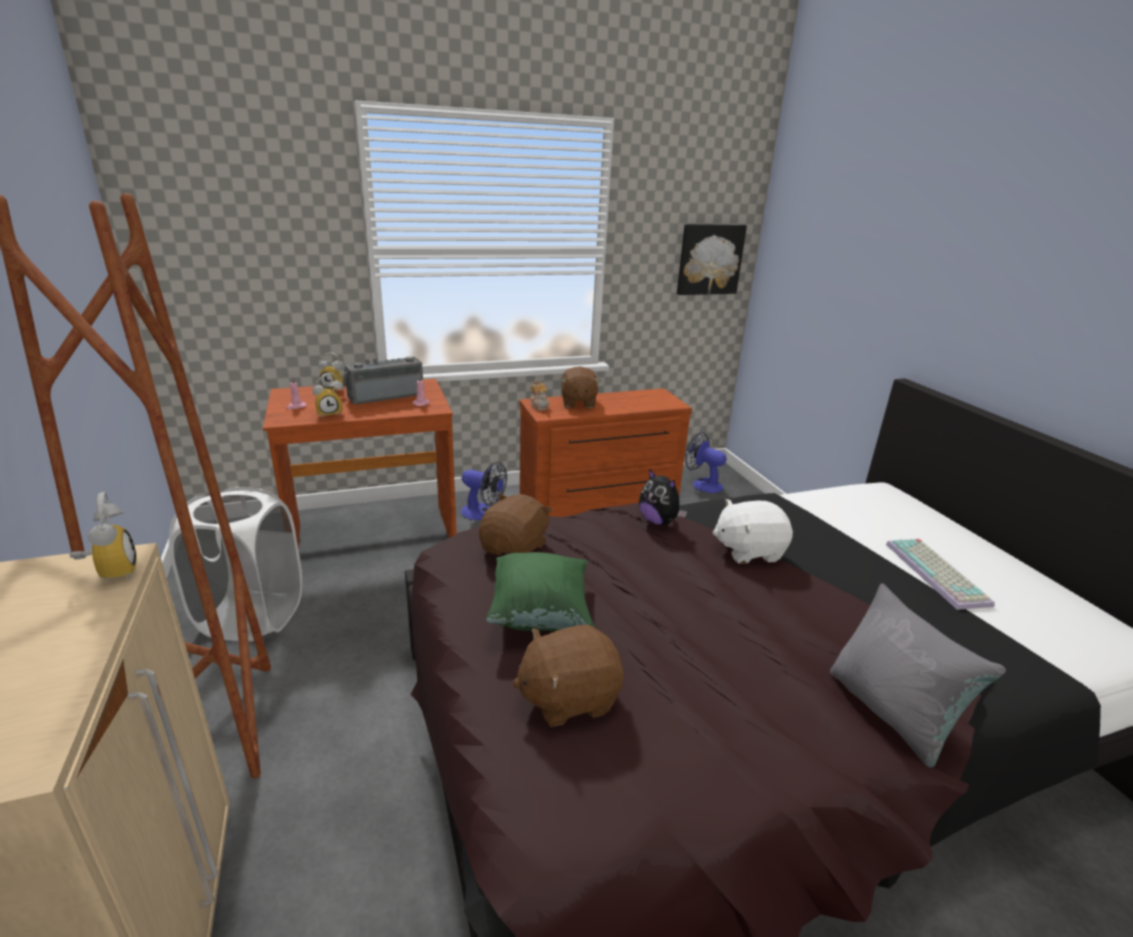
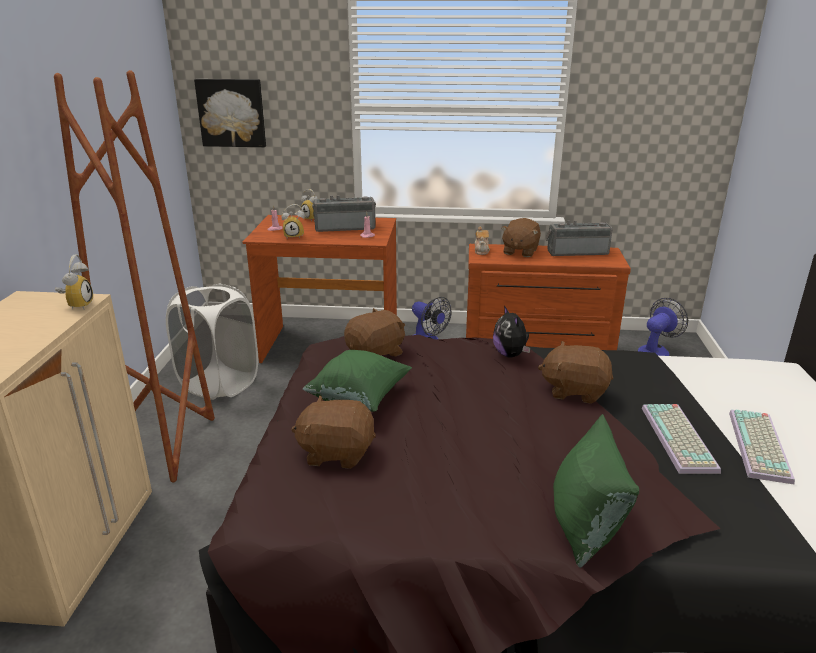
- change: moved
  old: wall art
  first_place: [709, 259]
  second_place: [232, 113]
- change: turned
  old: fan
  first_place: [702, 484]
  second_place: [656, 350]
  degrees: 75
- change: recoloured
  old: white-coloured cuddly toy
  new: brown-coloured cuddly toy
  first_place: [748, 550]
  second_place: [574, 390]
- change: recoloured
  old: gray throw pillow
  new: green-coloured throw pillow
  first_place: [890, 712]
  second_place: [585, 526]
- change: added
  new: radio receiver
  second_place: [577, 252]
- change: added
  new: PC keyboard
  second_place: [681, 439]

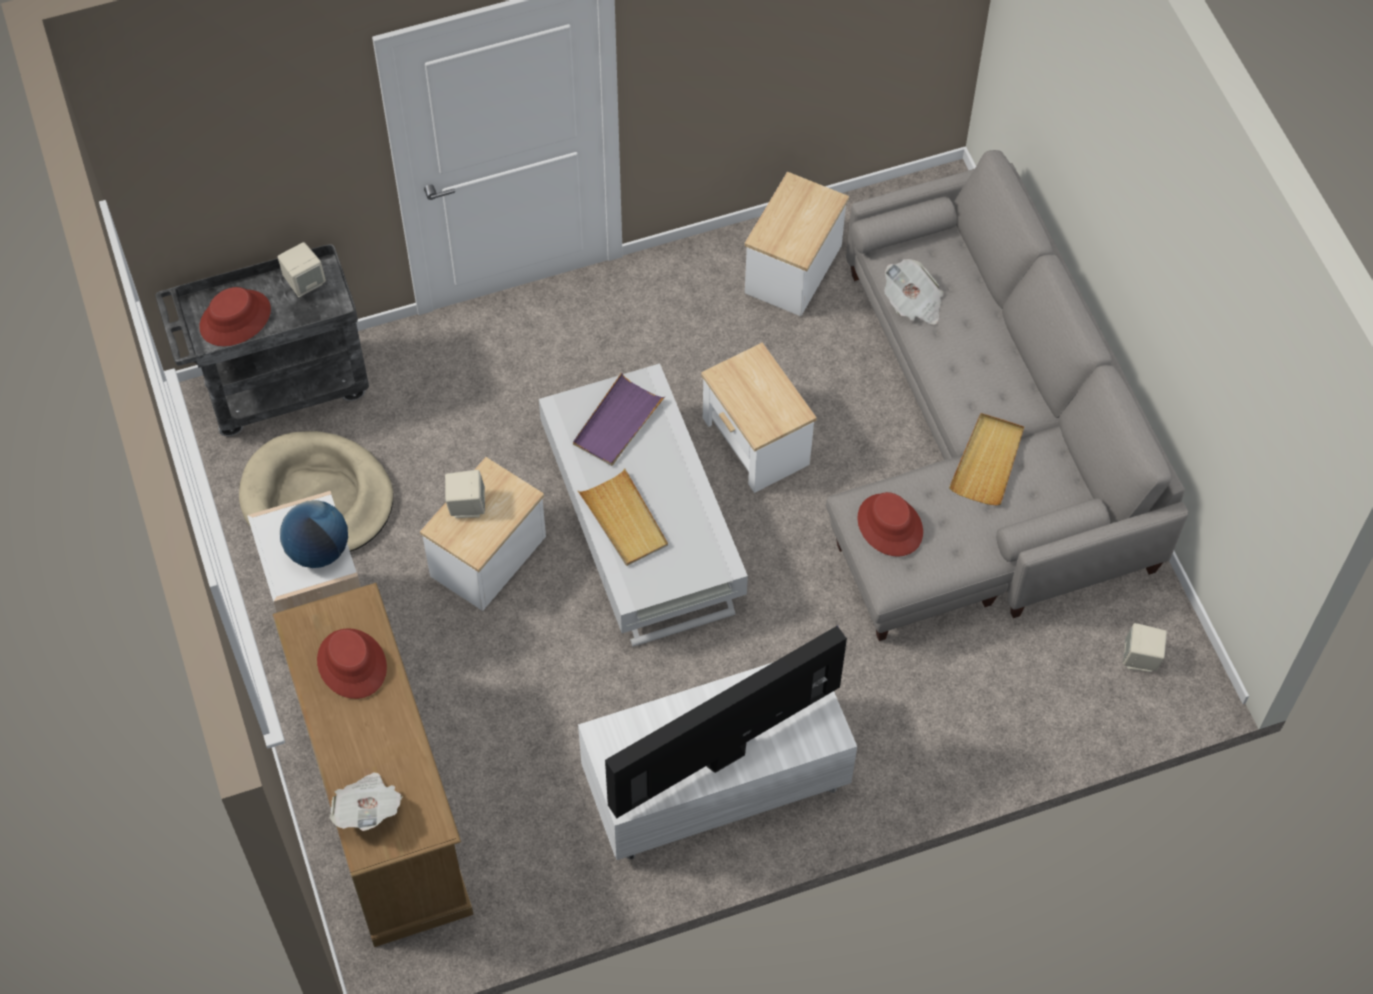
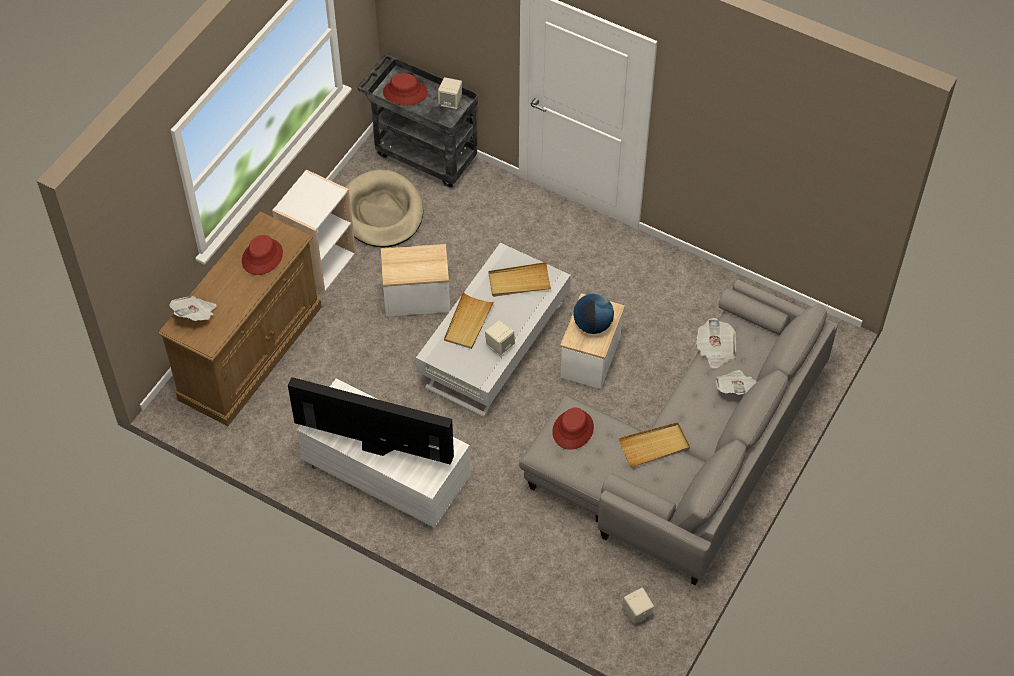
- change: removed
  old: side table
  first_place: [792, 269]
- change: recoloured
  old: purple-coloured carrying tray
  new: beige-coloured carrying tray
  first_place: [617, 423]
  second_place: [519, 282]
- change: moved
  old: beige-coloured loudspeaker
  first_place: [466, 505]
  second_place: [499, 346]
- change: moved
  old: globe
  first_place: [318, 550]
  second_place: [592, 325]
- change: added
  new: printed paper
  second_place: [734, 388]

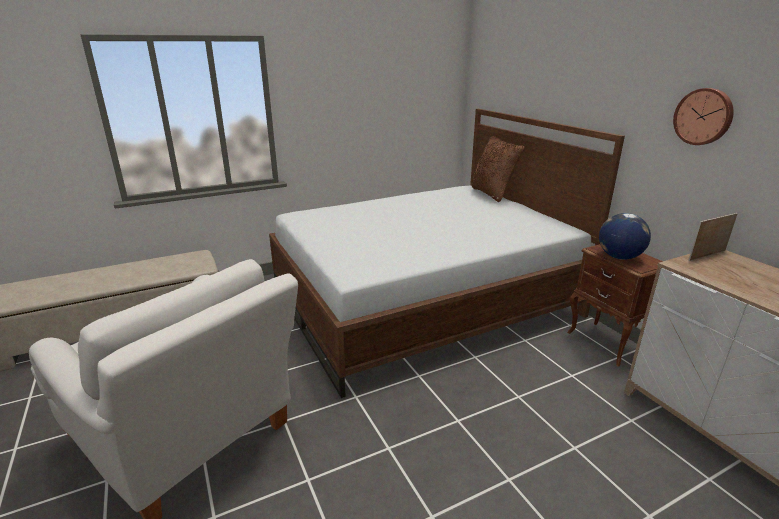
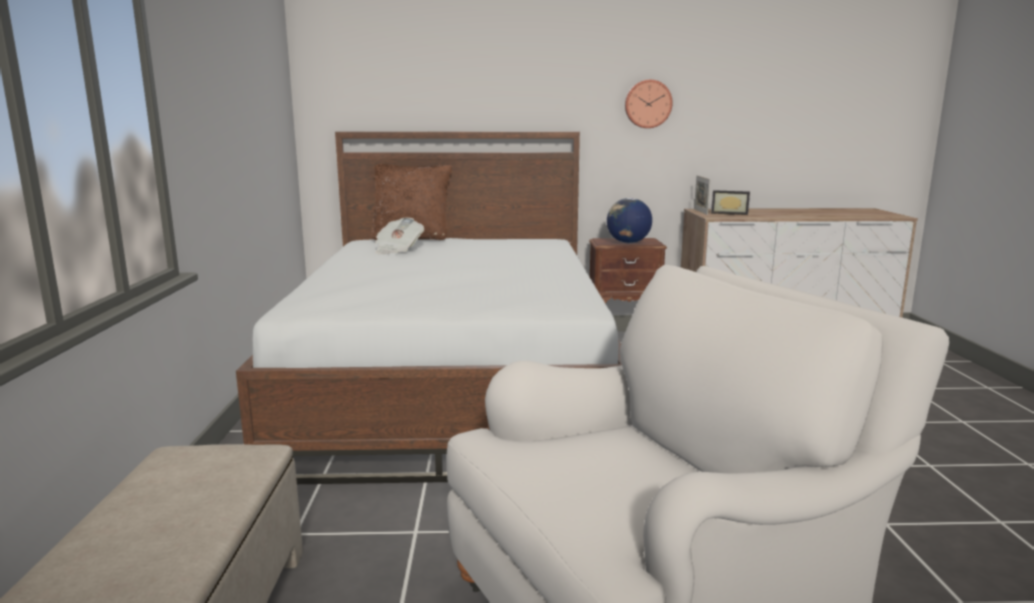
- change: added
  new: photo frame
  second_place: [729, 213]
- change: added
  new: printed paper
  second_place: [397, 250]

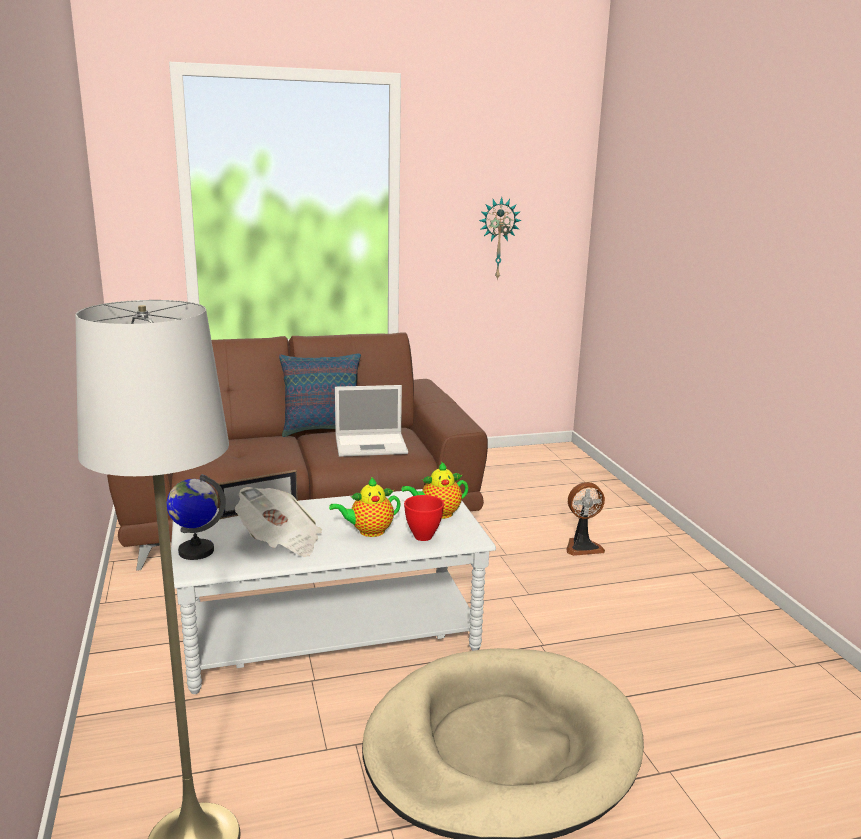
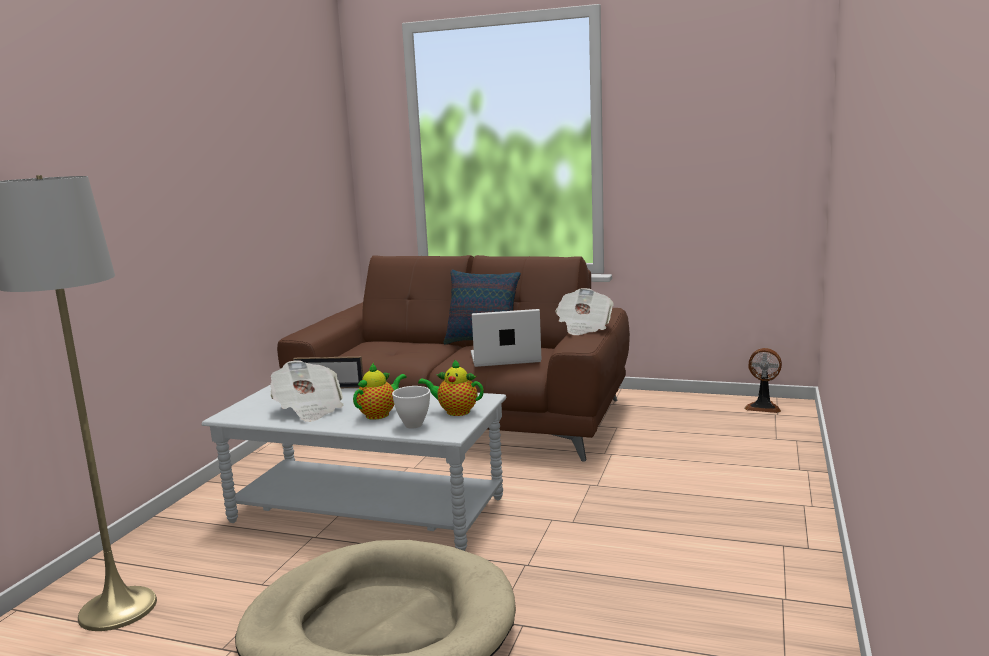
- change: removed
  old: hanging clock
  first_place: [498, 238]
- change: turned
  old: notebook computer
  first_place: [372, 445]
  second_place: [503, 358]
  degrees: 150
- change: removed
  old: globe
  first_place: [196, 551]
- change: turned
  old: tea pot
  first_place: [369, 531]
  second_place: [379, 414]
  degrees: 120
- change: moved
  old: fan
  first_place: [582, 547]
  second_place: [763, 407]
- change: recoloured
  old: red-coloured bowl
  new: white-coloured bowl
  first_place: [422, 537]
  second_place: [412, 425]
- change: added
  new: printed paper
  second_place: [584, 328]

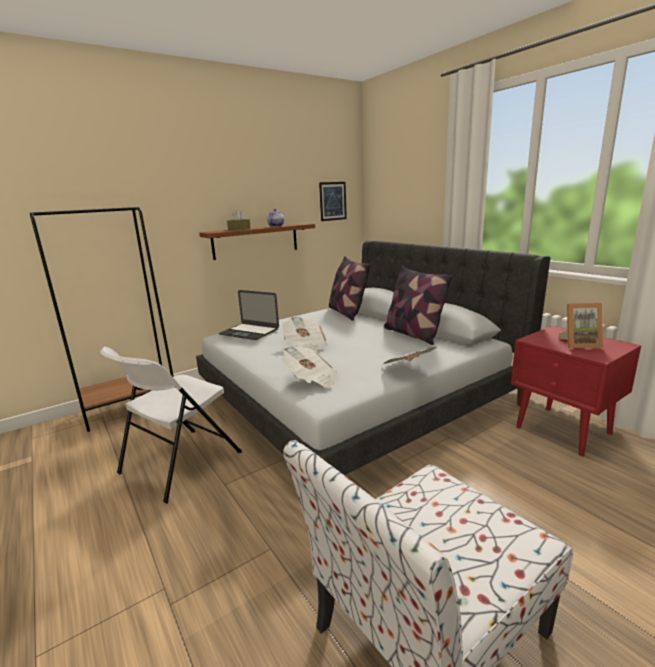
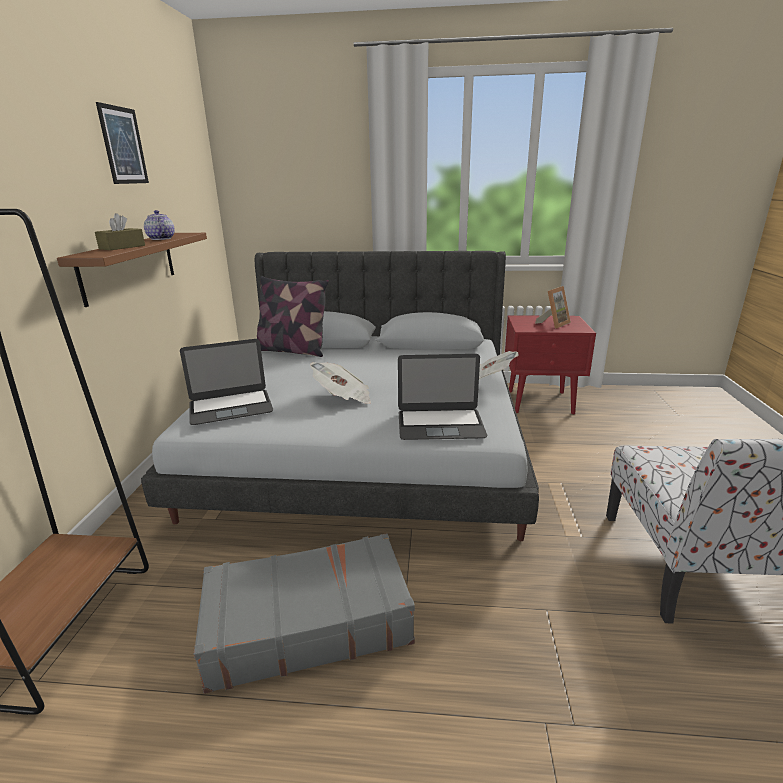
- change: moved
  old: wall art
  first_place: [333, 201]
  second_place: [123, 145]
- change: removed
  old: throw pillow
  first_place: [413, 334]
- change: replaced
  old: printed paper
  new: notebook computer
  first_place: [311, 380]
  second_place: [440, 424]
- change: replaced
  old: white-coloured plain chair
  new: gray travel case
  first_place: [181, 462]
  second_place: [307, 622]

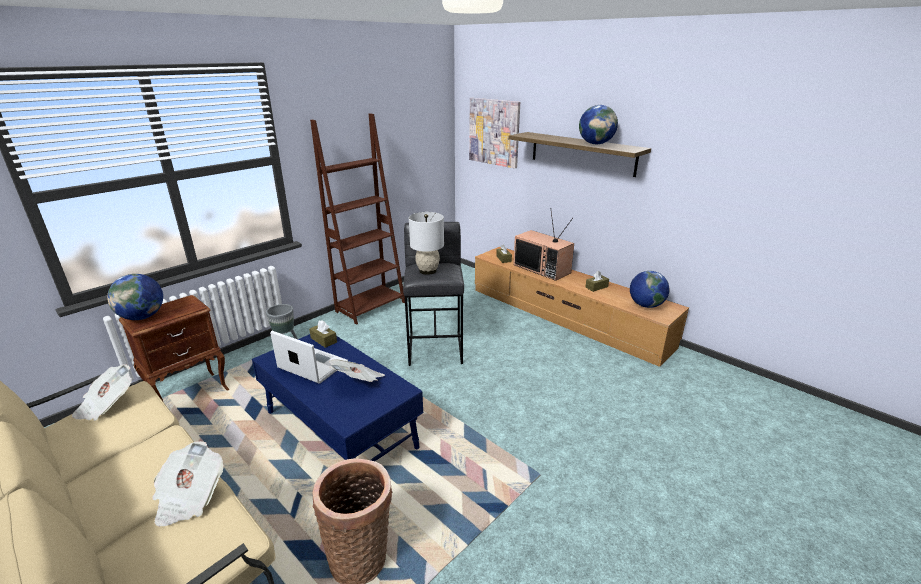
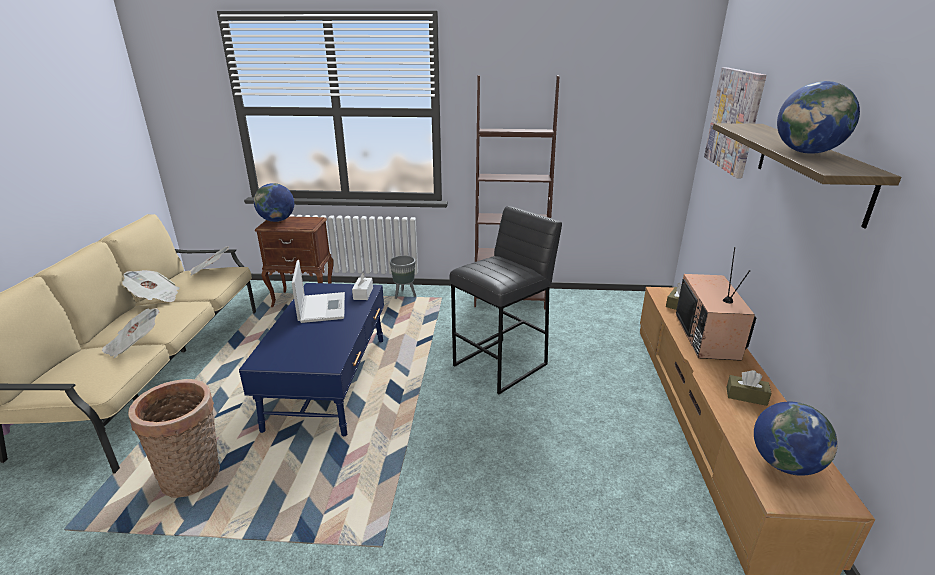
- change: removed
  old: white-coloured table lamp
  first_place: [427, 271]
- change: recoloured
  old: brown-coloured tissue box
  new: white-coloured tissue box
  first_place: [323, 340]
  second_place: [363, 293]
- change: moved
  old: printed paper
  first_place: [359, 382]
  second_place: [155, 297]

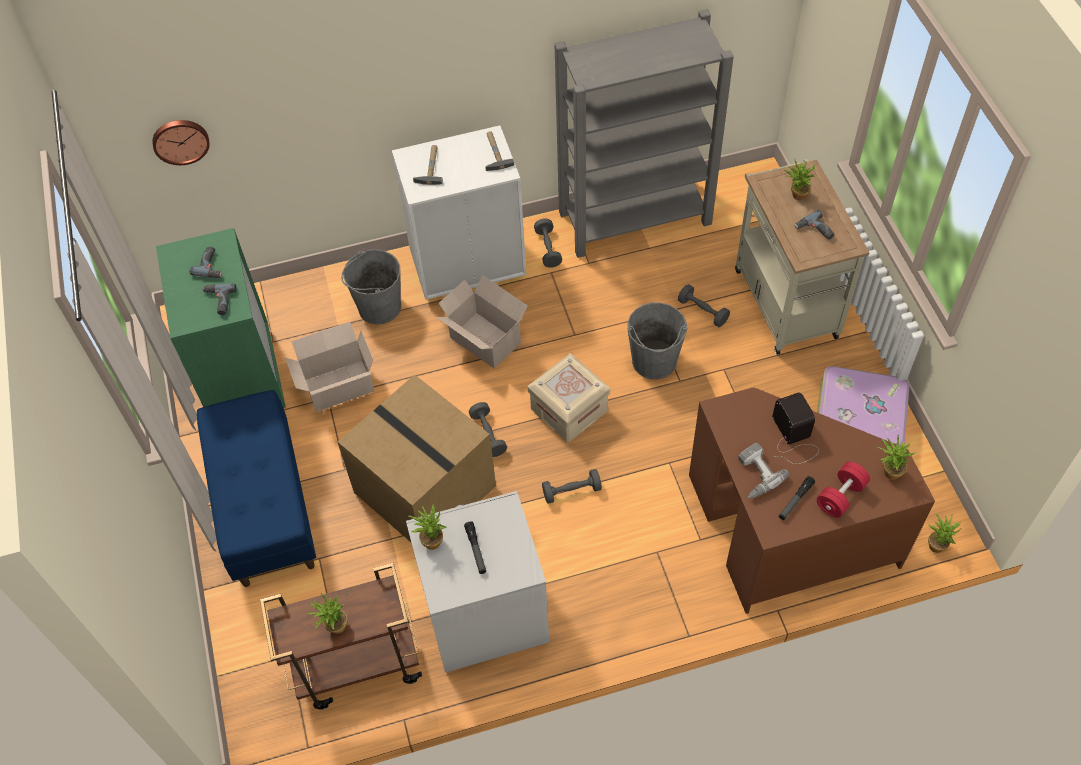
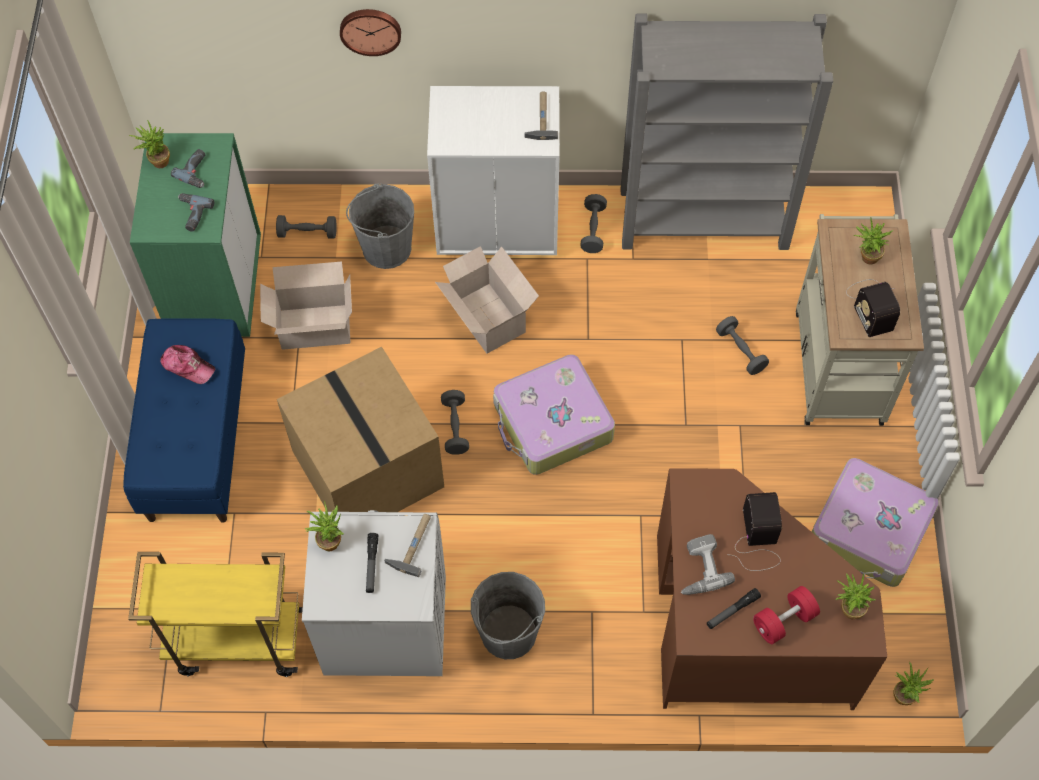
- change: moved
  old: hanging clock
  first_place: [180, 140]
  second_place: [370, 30]
- change: moved
  old: hand hammer
  first_place: [430, 166]
  second_place: [413, 544]
- change: replaced
  old: electric drill
  new: radio receiver
  first_place: [814, 231]
  second_place: [870, 305]
- change: moved
  old: gray bucket
  first_place: [654, 361]
  second_place: [508, 633]
- change: replaced
  old: beige-coloured storage box
  new: travel case
  first_place: [569, 409]
  second_place: [552, 423]
- change: moved
  old: gray free weight
  first_place: [571, 491]
  second_place: [307, 233]
- change: recoloured
  old: brown-coloured cart
  new: yellow cart
  first_place: [357, 668]
  second_place: [235, 643]
- change: moved
  old: potted plant
  first_place: [333, 626]
  second_place: [157, 161]
- change: added
  new: peaked cap
  second_place: [188, 366]

